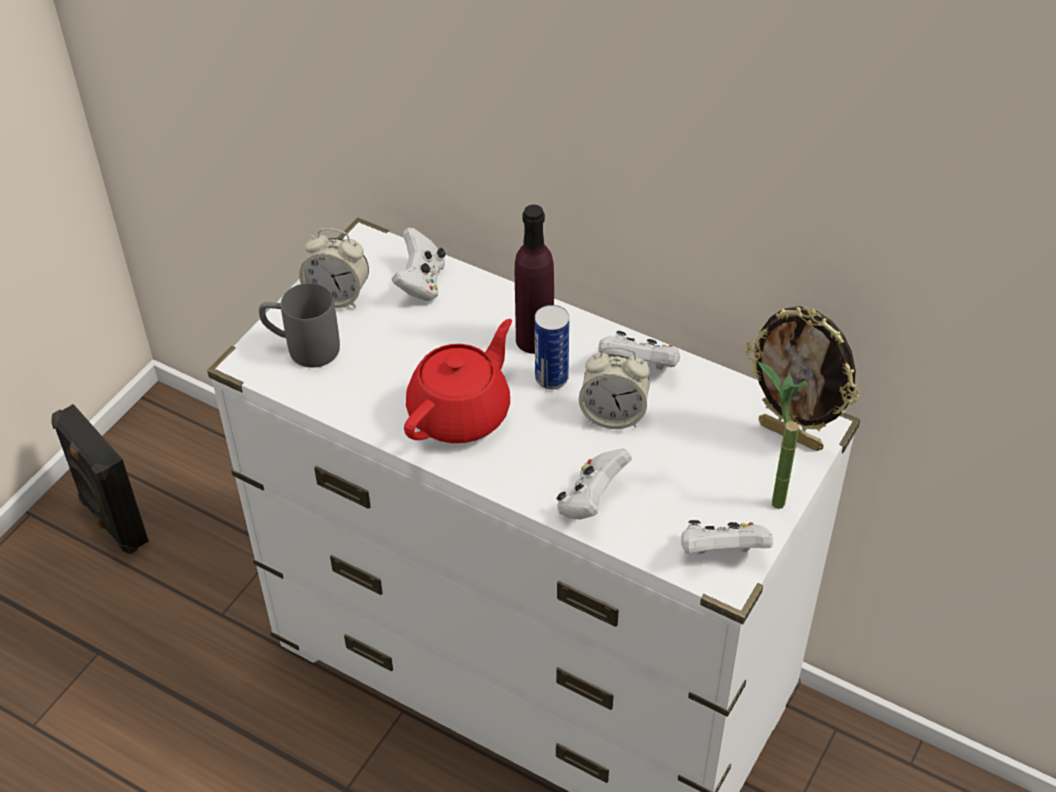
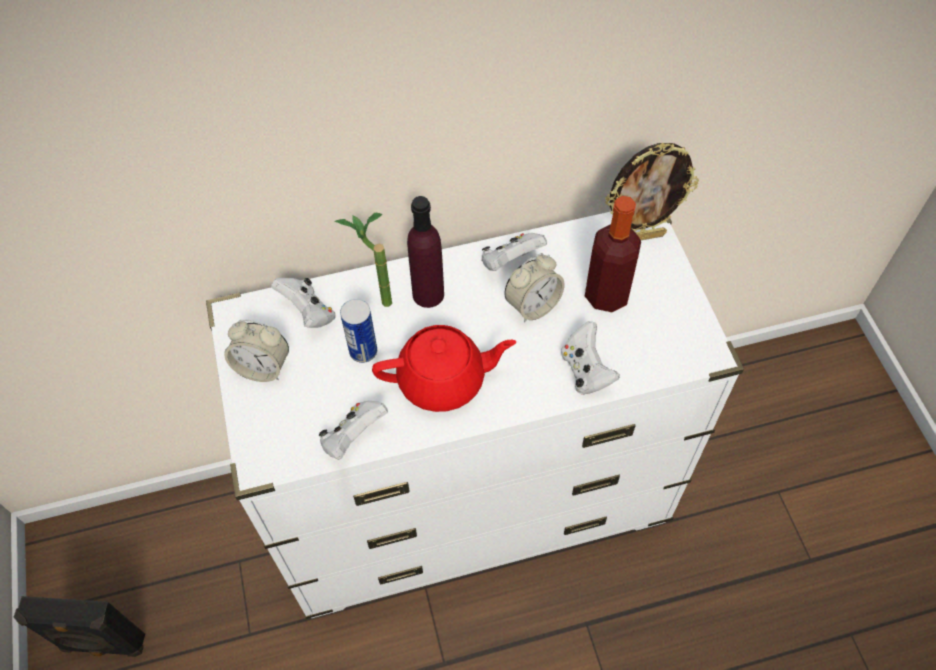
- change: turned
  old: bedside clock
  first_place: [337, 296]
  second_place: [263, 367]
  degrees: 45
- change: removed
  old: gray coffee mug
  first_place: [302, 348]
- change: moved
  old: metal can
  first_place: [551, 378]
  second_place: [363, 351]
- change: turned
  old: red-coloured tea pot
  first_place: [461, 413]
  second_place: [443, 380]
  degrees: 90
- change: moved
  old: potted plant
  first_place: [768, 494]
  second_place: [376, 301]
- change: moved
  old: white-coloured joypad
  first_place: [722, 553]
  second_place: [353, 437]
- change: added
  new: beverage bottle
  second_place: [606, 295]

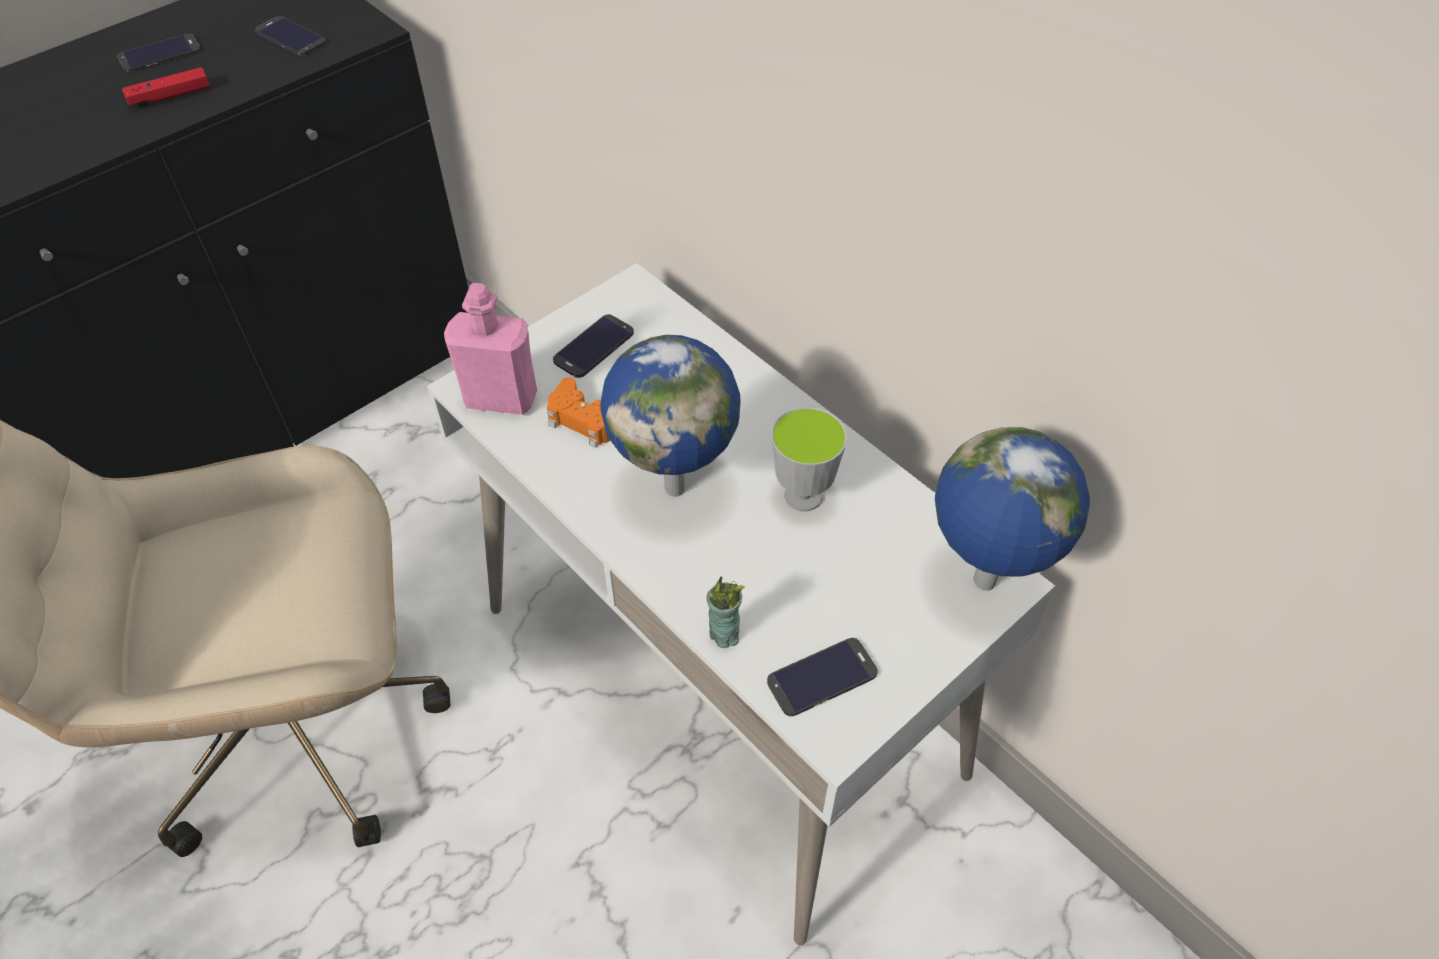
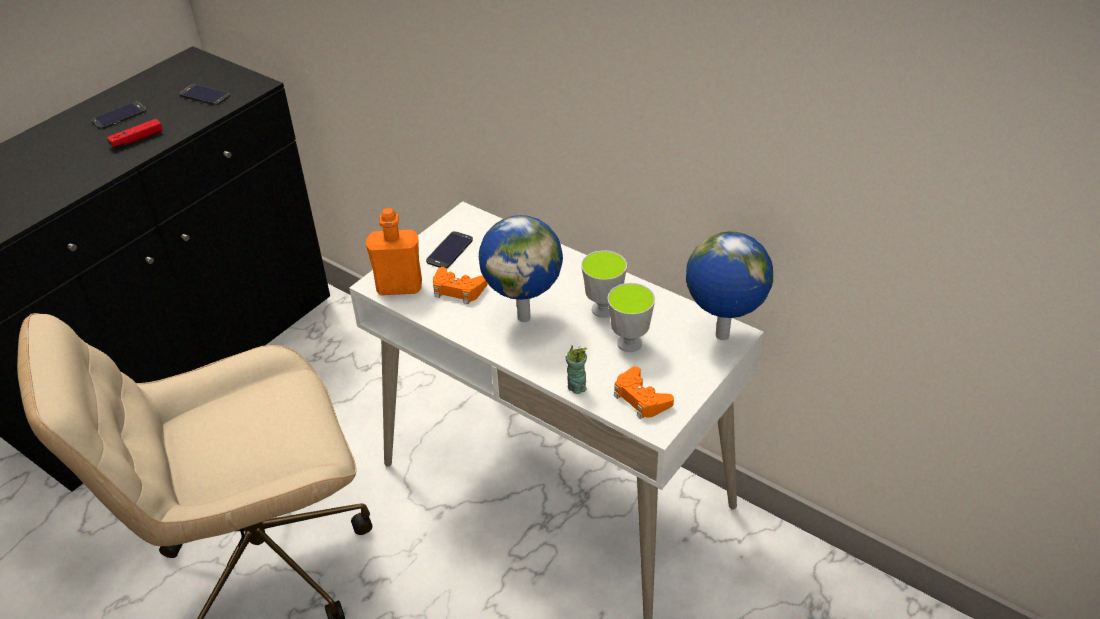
- change: recoloured
  old: pink beverage bottle
  new: orange-coloured beverage bottle
  first_place: [501, 398]
  second_place: [399, 287]
- change: replaced
  old: phone
  new: orange-coloured joypad
  first_place: [822, 677]
  second_place: [641, 398]
- change: added
  new: small cup
  second_place: [629, 343]

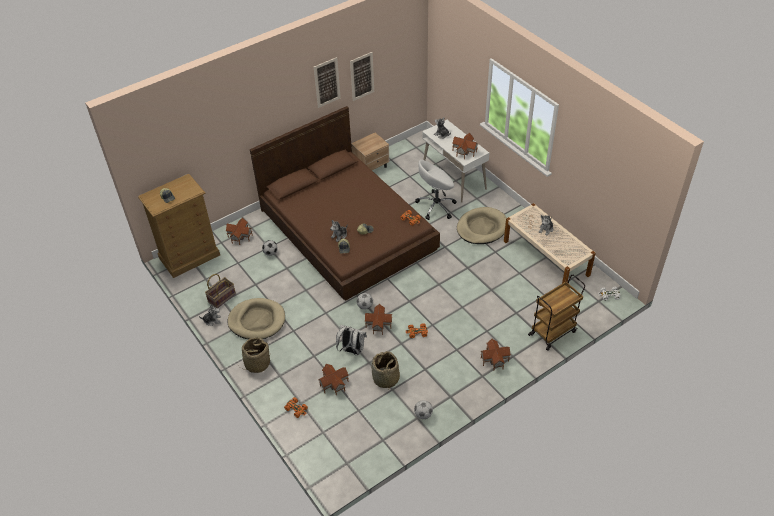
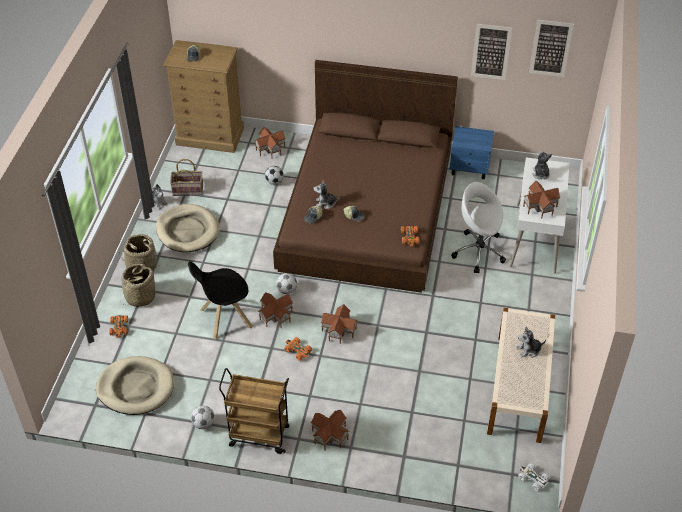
- change: moved
  old: wall art
  first_place: [327, 82]
  second_place: [550, 48]
- change: recoloured
  old: beige-coloured nightstand
  new: blue-coloured nightstand
  first_place: [371, 166]
  second_place: [470, 168]
- change: moved
  old: beige-coloured dog cushion
  first_place: [482, 228]
  second_place: [136, 387]
- change: moved
  old: brown-coloured cart
  first_place: [552, 333]
  second_place: [258, 436]
- change: replaced
  old: white-coloured backpack
  new: blackish plain chair
  first_place: [352, 350]
  second_place: [224, 318]
- change: moved
  old: basket
  first_place: [385, 378]
  second_place: [140, 296]
- change: moved
  old: model house
  first_place: [334, 384]
  second_place: [338, 330]

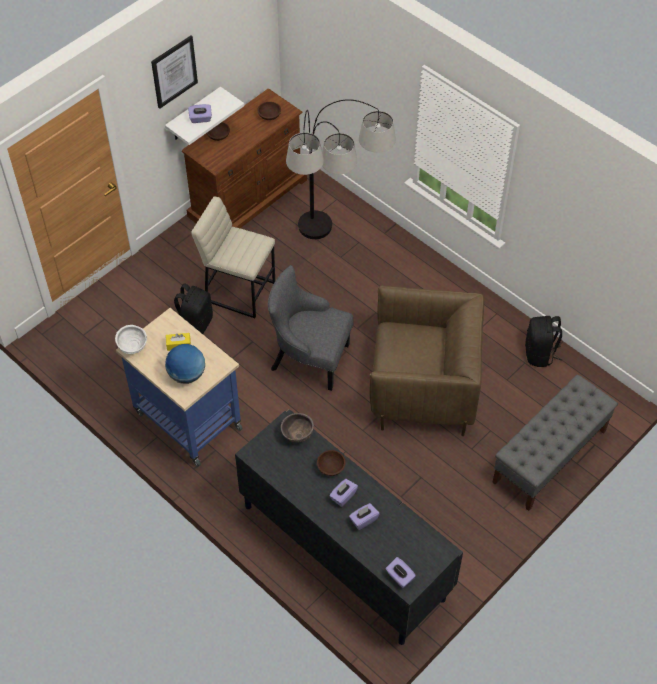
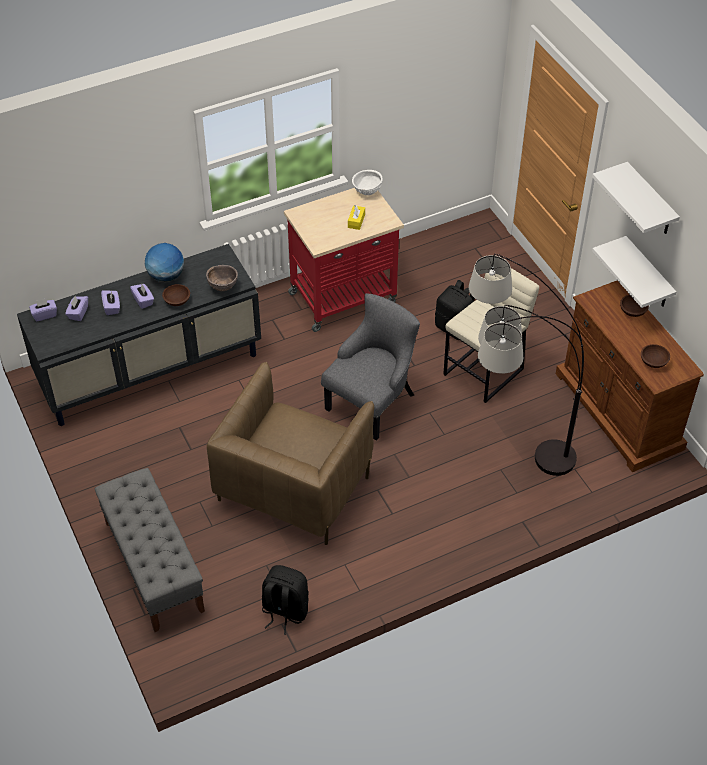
- change: replaced
  old: wall art
  new: white-coloured wall shelf
  first_place: [174, 71]
  second_place: [650, 201]
- change: moved
  old: purple-coloured tissue box
  first_place: [200, 119]
  second_place: [78, 313]
- change: recoloured
  old: blue-coloured cart
  new: red-coloured cart
  first_place: [187, 420]
  second_place: [343, 298]
- change: moved
  old: globe
  first_place: [187, 375]
  second_place: [166, 276]

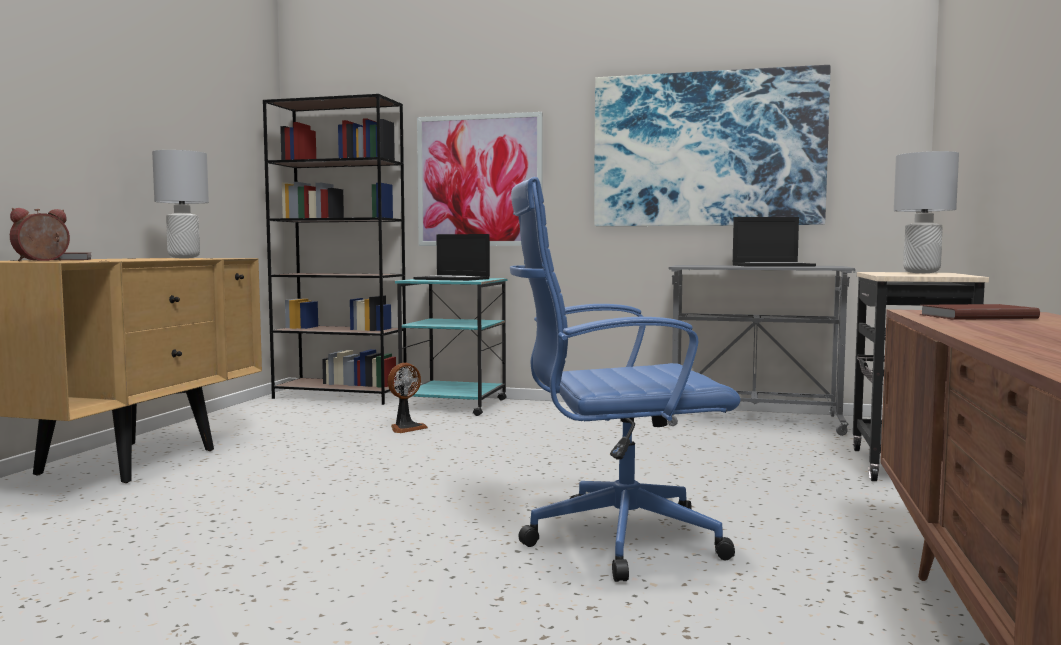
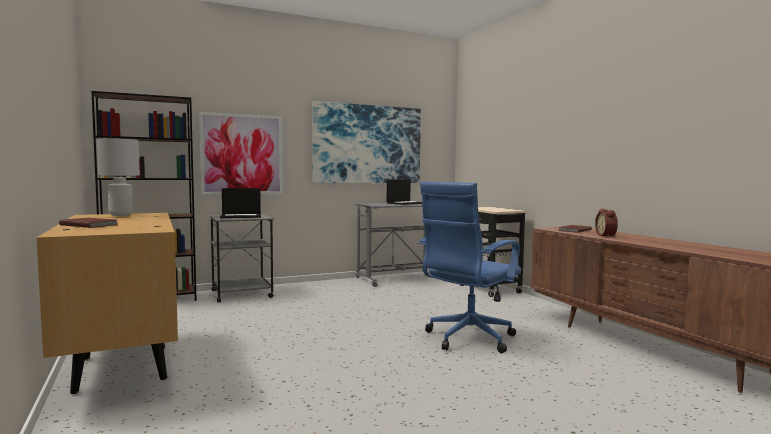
- change: removed
  old: gray table lamp
  first_place: [920, 273]
- change: moved
  old: bedside clock
  first_place: [42, 260]
  second_place: [607, 236]
- change: recoloured
  old: blue-green cart
  new: gray cart
  first_place: [455, 405]
  second_place: [243, 294]
- change: removed
  old: fan
  first_place: [406, 428]

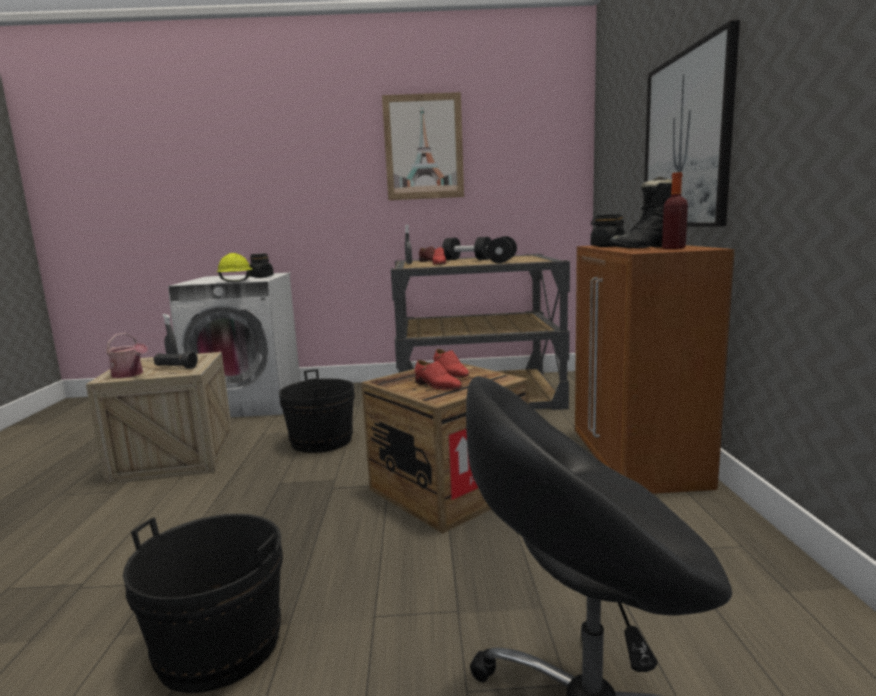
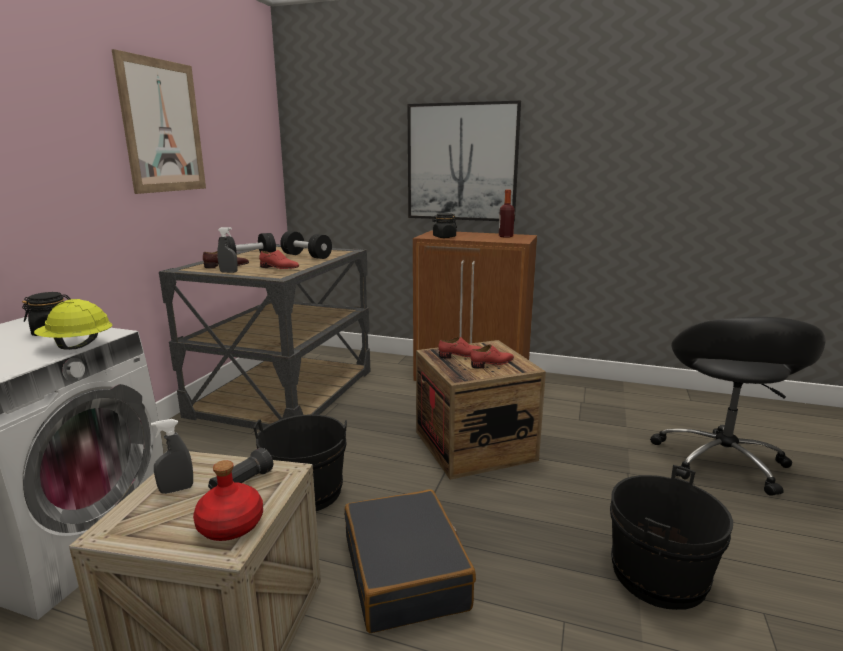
- change: removed
  old: blackish boot
  first_place: [644, 248]
- change: replaced
  old: watering can
  new: red-coloured beverage bottle
  first_place: [130, 374]
  second_place: [231, 525]
- change: added
  new: blackish travel case
  second_place: [405, 572]

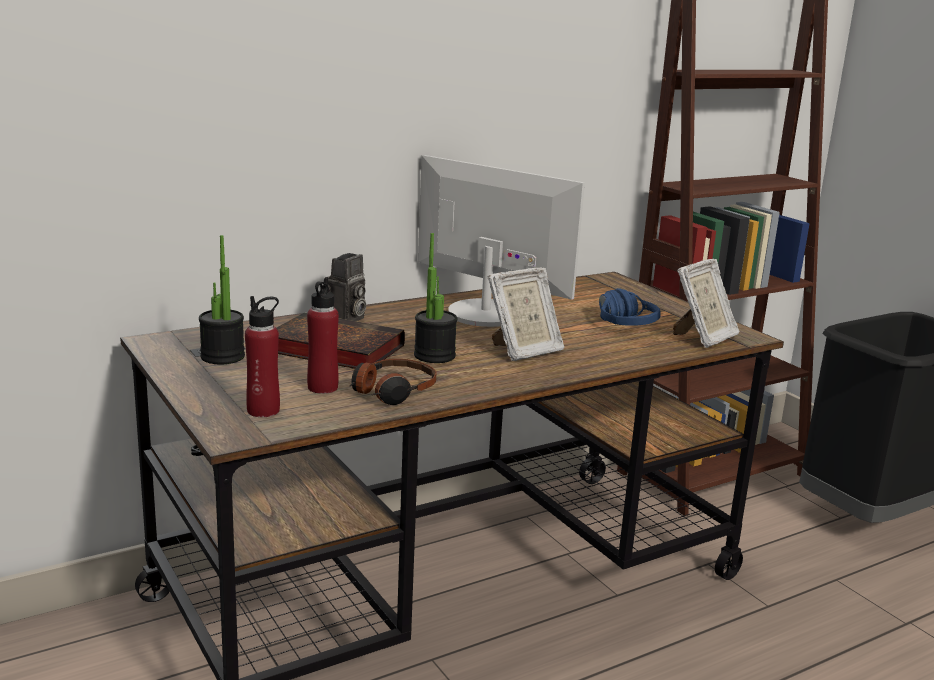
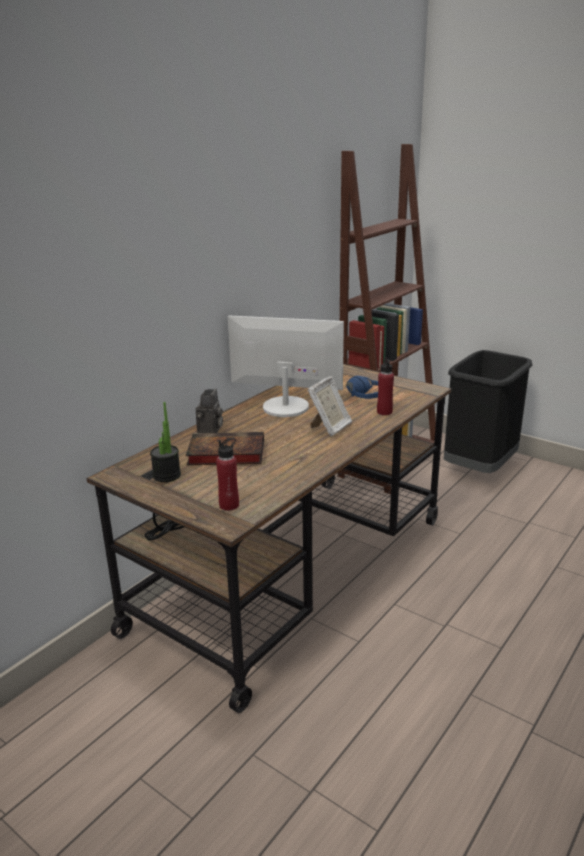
- change: removed
  old: potted plant
  first_place: [434, 356]
- change: removed
  old: photo frame
  first_place: [703, 338]
- change: moved
  old: red-coloured beverage bottle
  first_place: [322, 387]
  second_place: [384, 412]
- change: removed
  old: pair of headphones
  first_place: [392, 391]

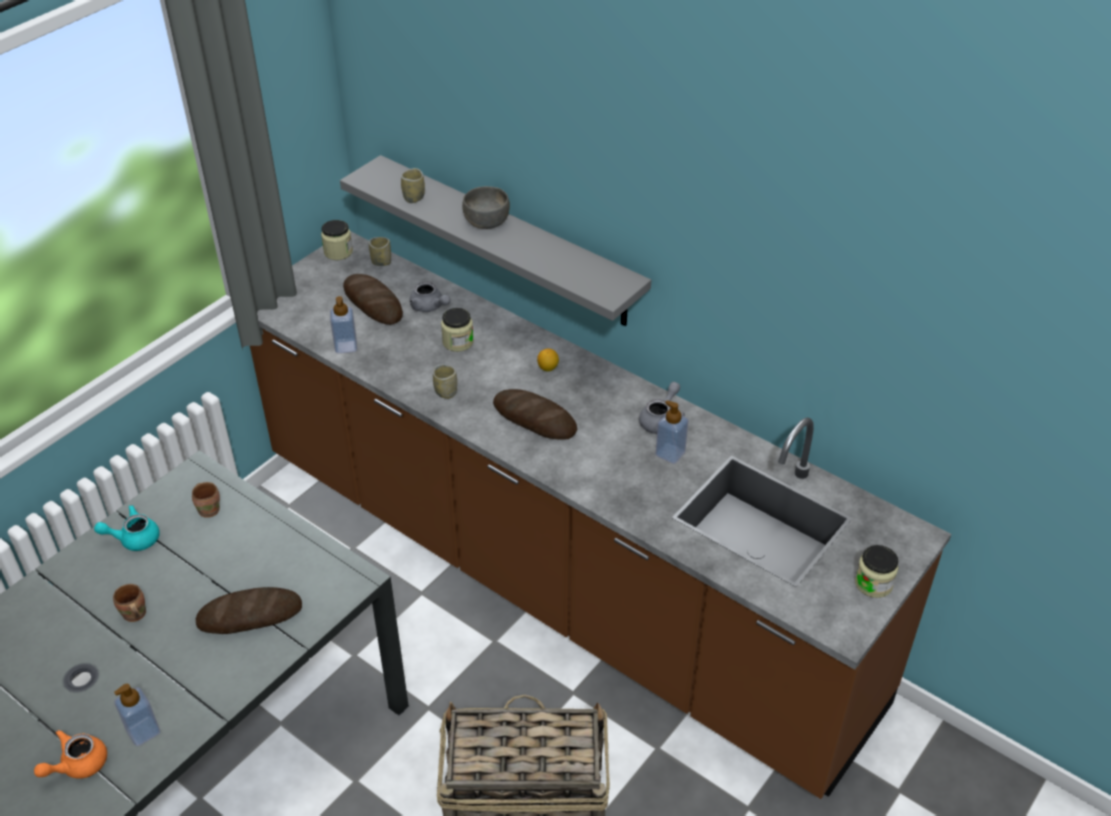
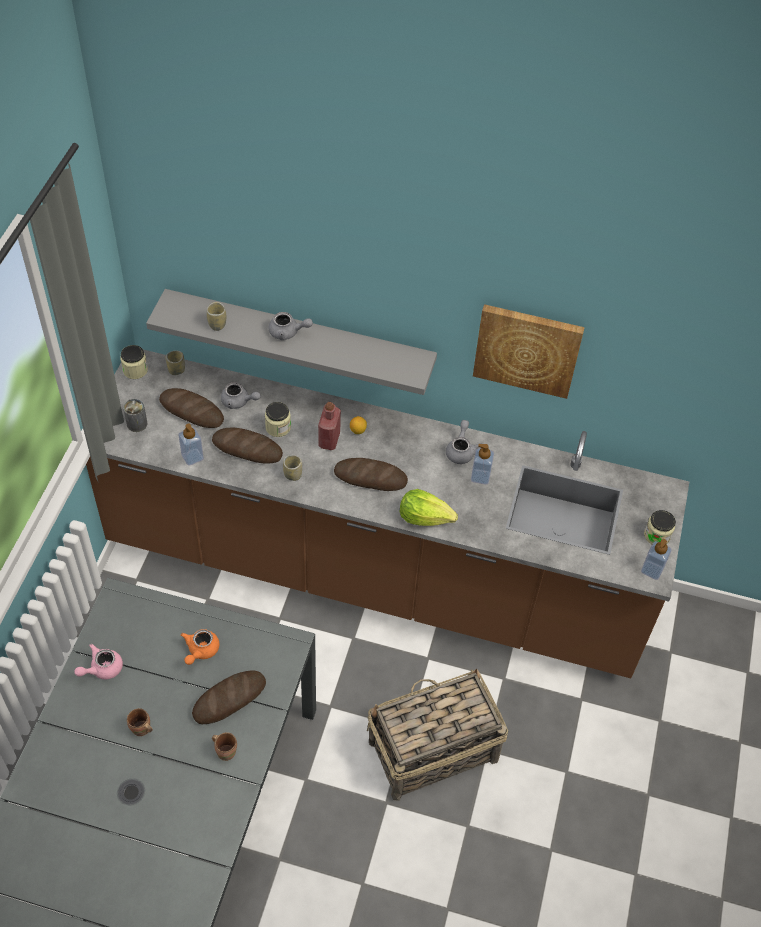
- change: replaced
  old: gray bowl
  new: gray tea pot
  first_place: [487, 222]
  second_place: [288, 332]
- change: moved
  old: brown-coloured coffee mug
  first_place: [210, 509]
  second_place: [226, 751]
- change: recoloured
  old: blue-green tea pot
  new: pink tea pot
  first_place: [134, 538]
  second_place: [102, 668]
- change: moved
  old: liquid soap bottle
  first_place: [143, 731]
  second_place: [652, 570]
- change: moved
  old: orange-coloured tea pot
  first_place: [77, 765]
  second_place: [200, 651]
- change: added
  new: wall art
  second_place: [527, 349]
- change: added
  new: metal can
  second_place: [137, 424]
- change: added
  new: red-coloured beverage bottle
  second_place: [329, 440]
- change: added
  new: bakery bread
  second_place: [247, 449]
- change: added
  new: lettuce head
  second_place: [425, 517]

